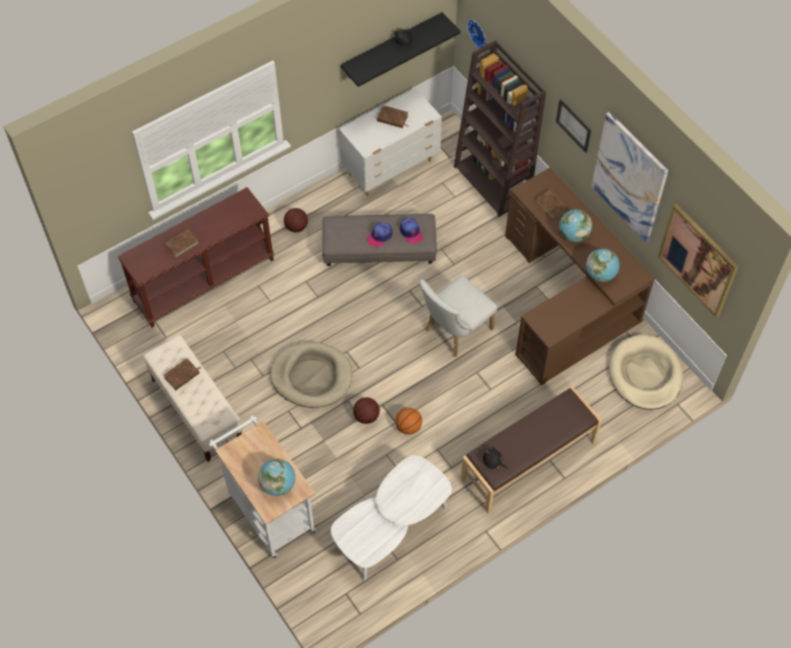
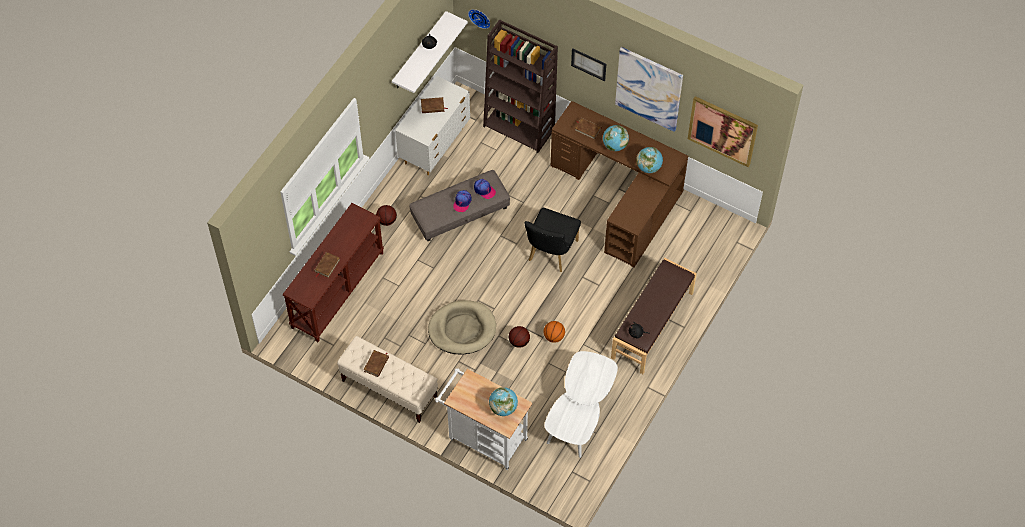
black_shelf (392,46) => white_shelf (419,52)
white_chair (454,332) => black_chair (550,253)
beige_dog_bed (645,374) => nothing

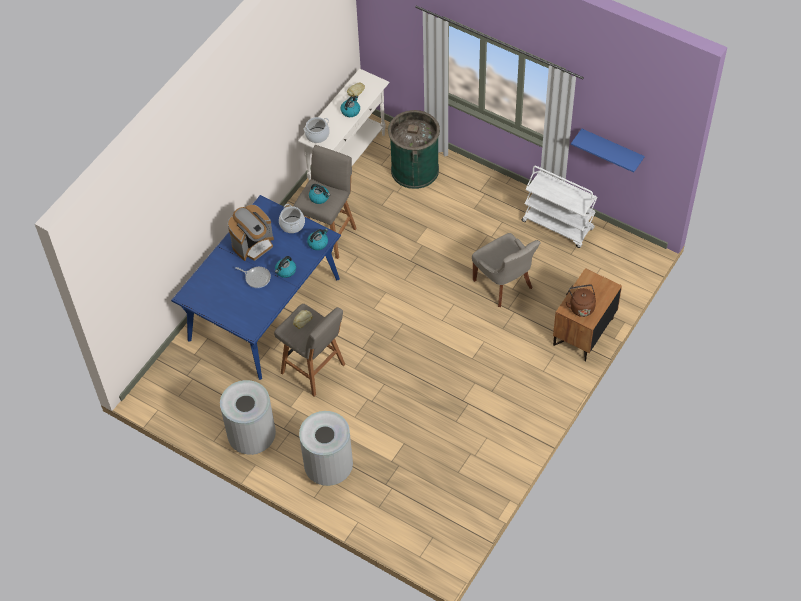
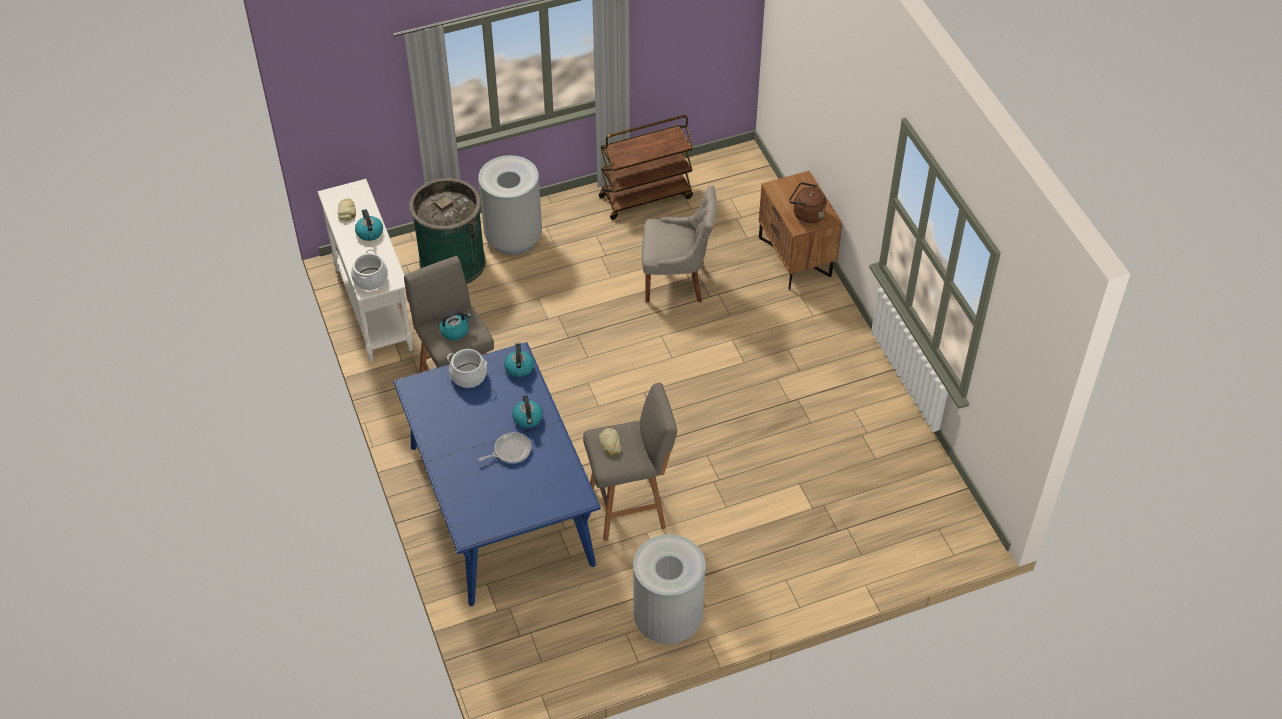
grey_trash_can (328,468) => grey_trash_can (513,238), moved
white_cart (558,225) => brown_cart (646,196)
coffee_machine (253,245) => nothing
blue_shelf (611,149) => nothing

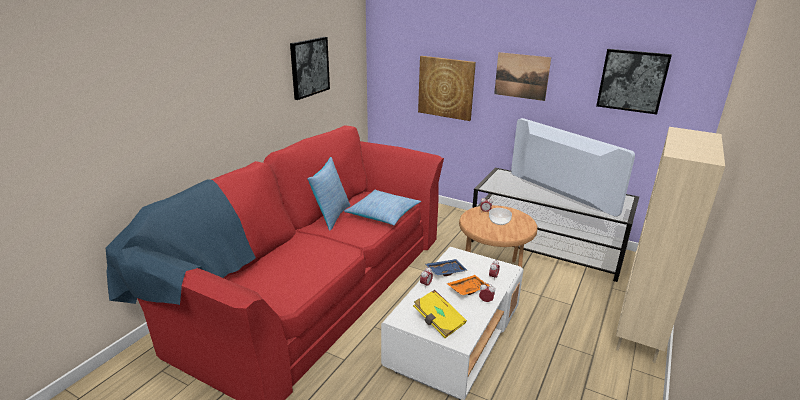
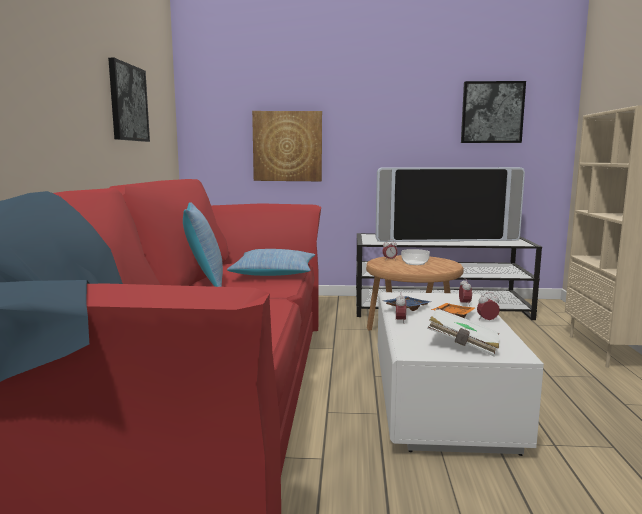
television (558,194) => television (446,240), 150 degrees clockwise
yellow_book (438,321) => white_book (463,345)
picture (521,76) => nothing

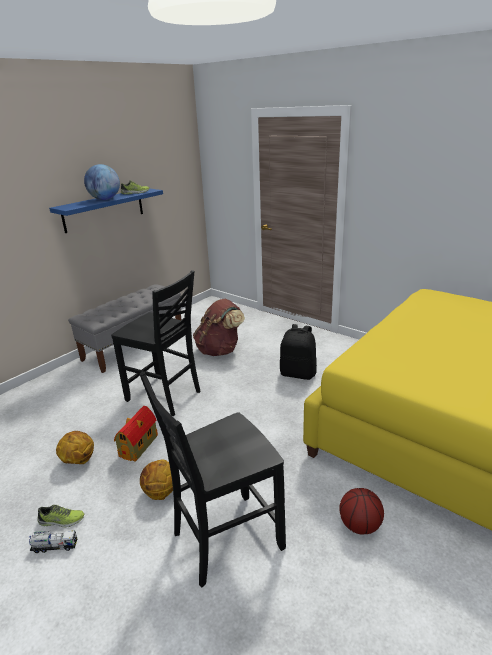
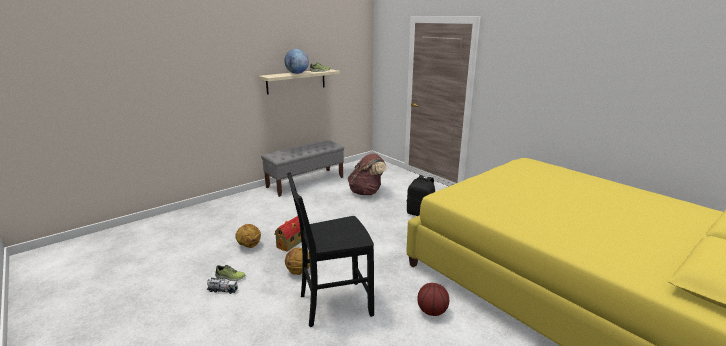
blue_shelf (104,210) => beige_shelf (296,81)
black_chair (165,396) => nothing

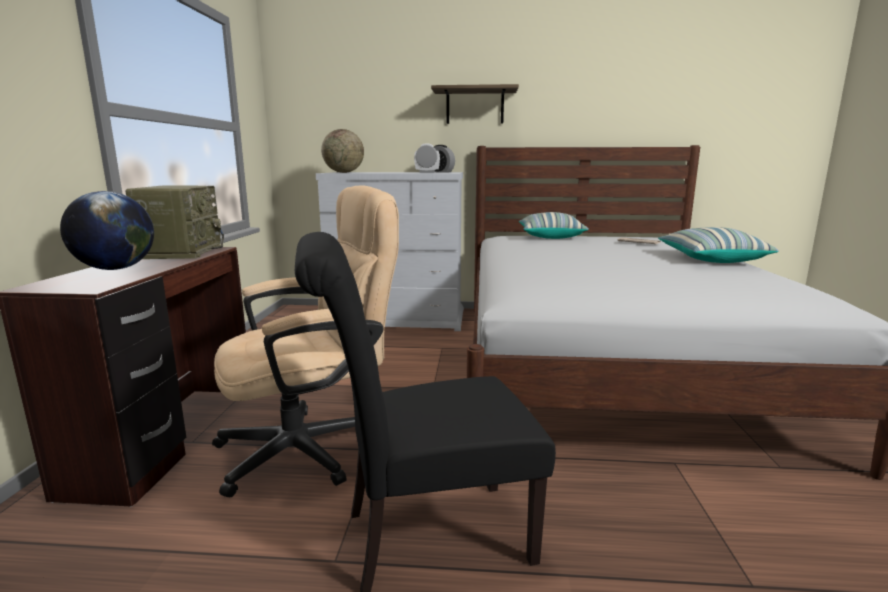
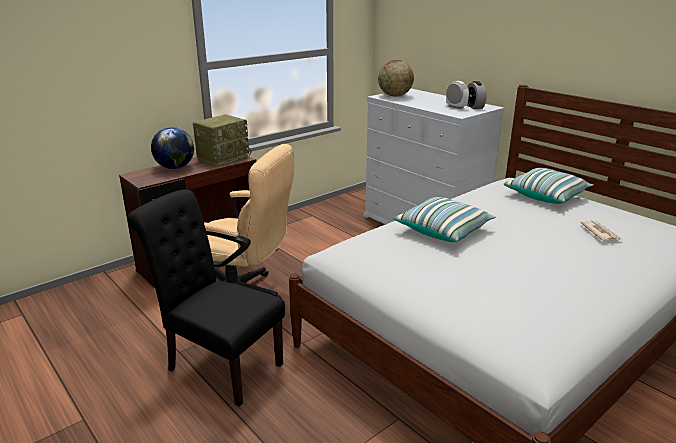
pillow (711,259) => pillow (443,230), moved
shelf (475,107) => nothing

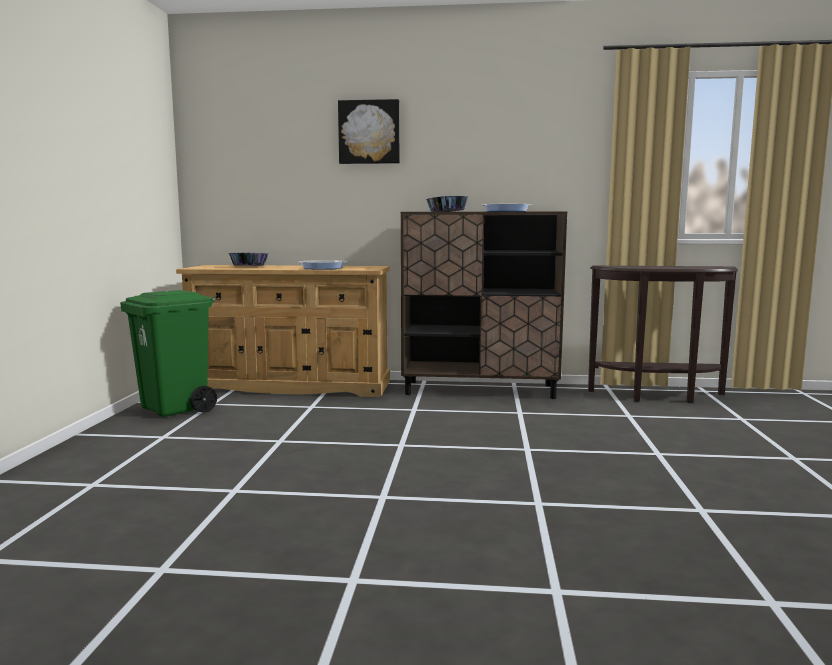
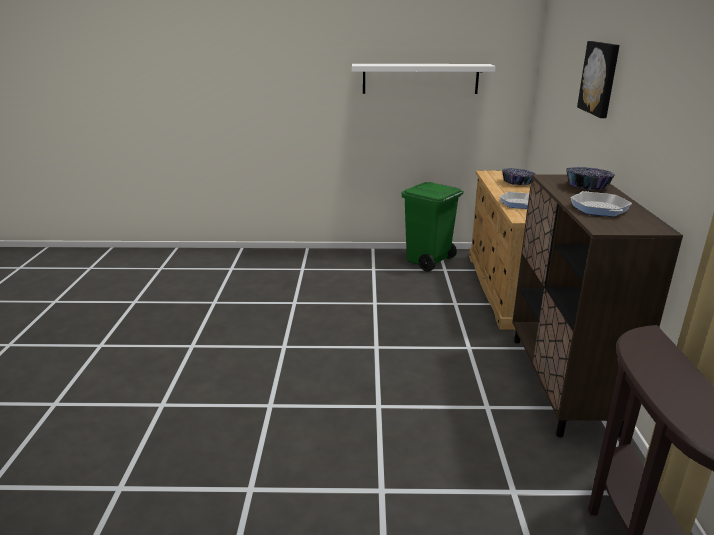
nothing => white_shelf (420,78)

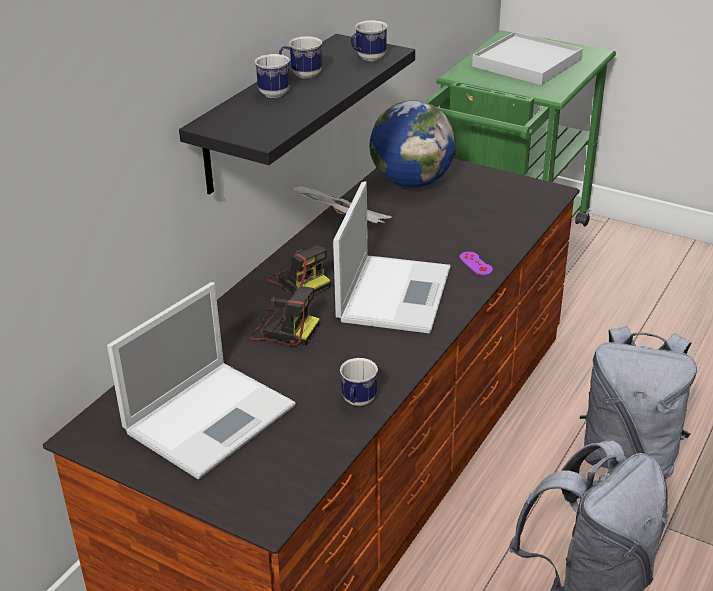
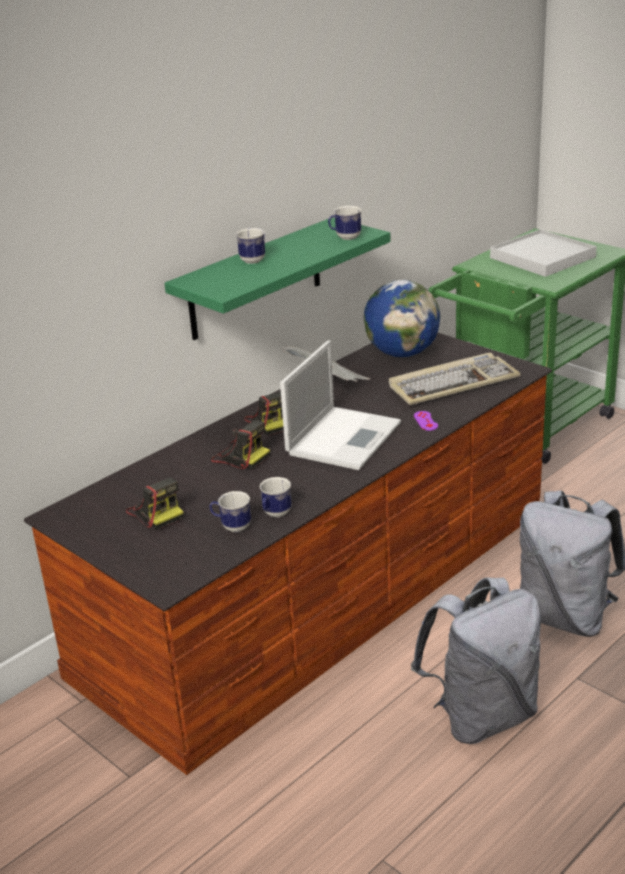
laptop (212,417) => photo_camera (156,513)
black_shelf (266,114) => green_shelf (255,279)
mug (301,75) => mug (232,527), moved
nothing => keyboard (453,383)

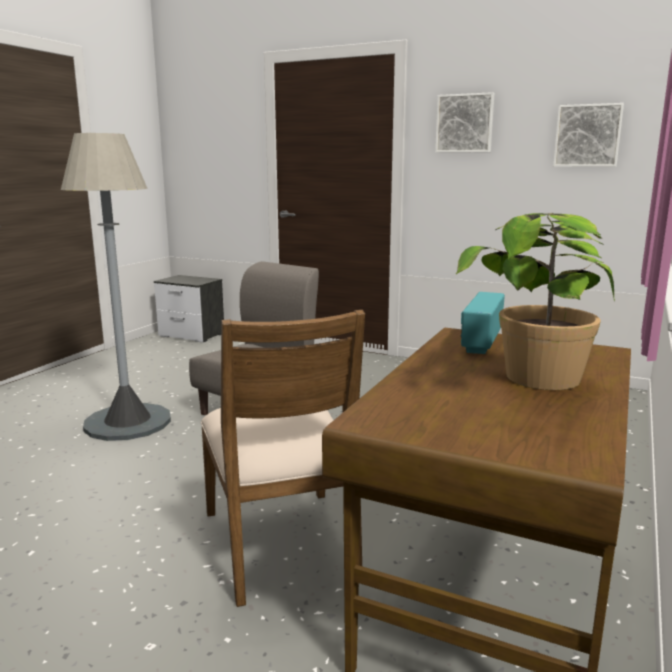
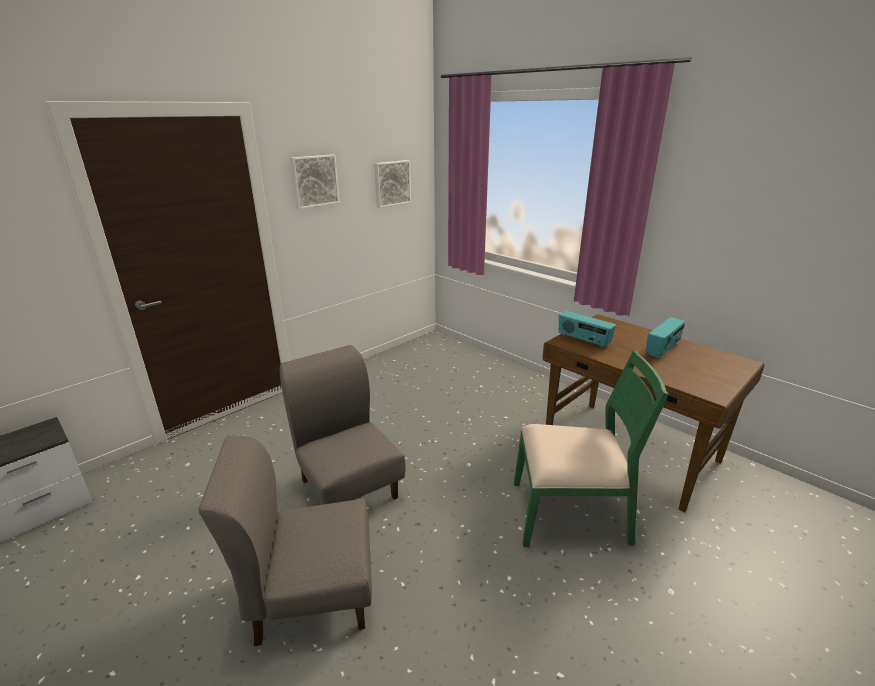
grey_floor_lamp (127,422) => grey_chair (311,593)
brown_chair (282,543) => green_chair (570,513)
potted_plant (532,389) => radio (663,349)

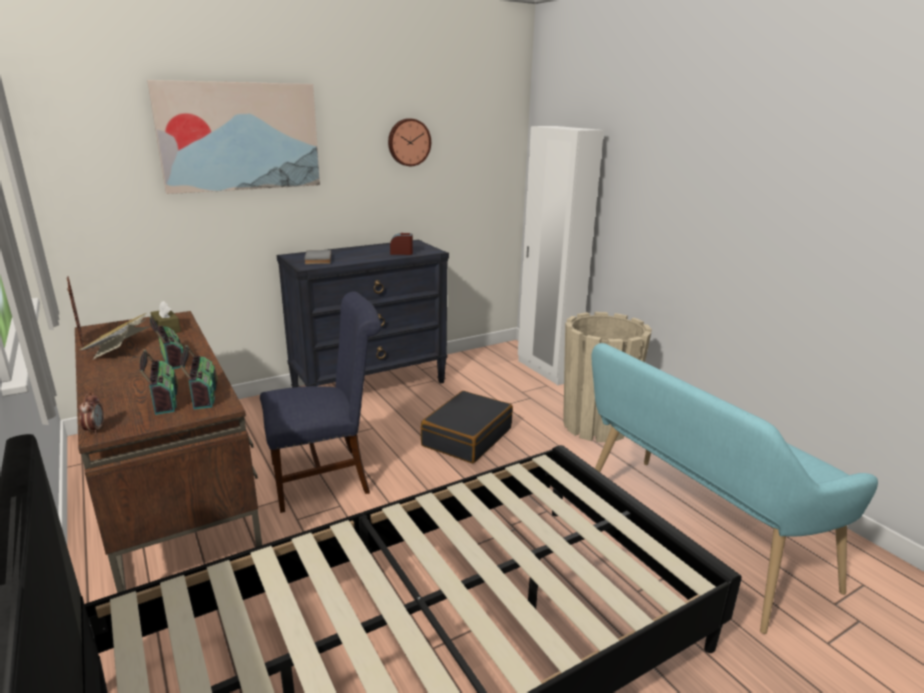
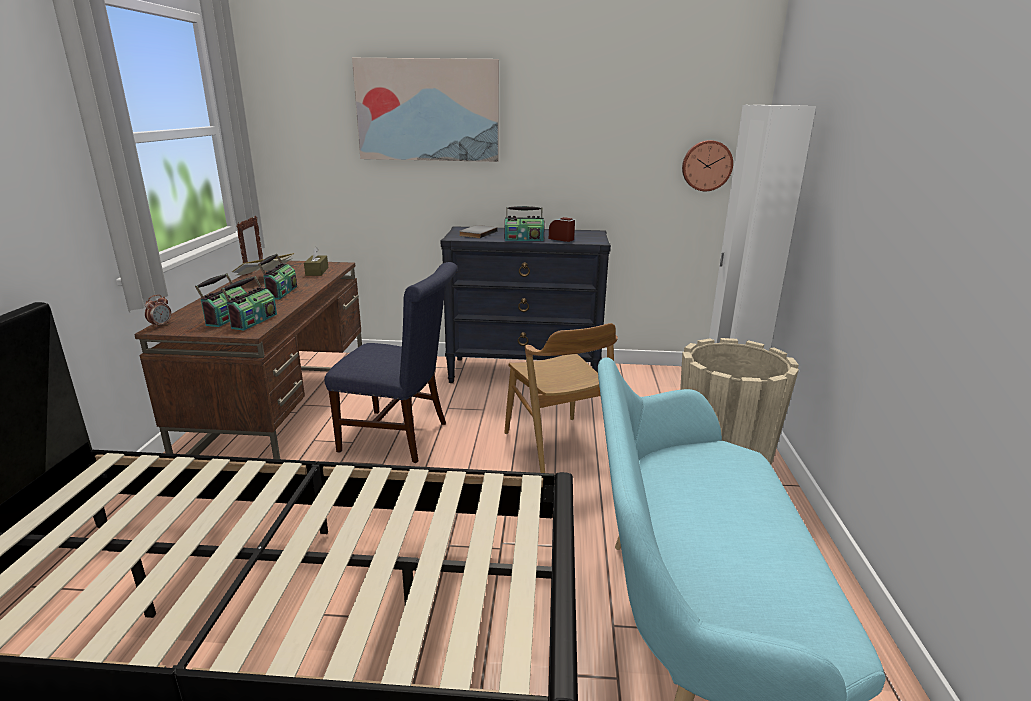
nothing => radio (524,239)
black_suitcase (466,437) => brown_chair (558,446)
wall_clock (408,142) => wall_clock (706,165), moved

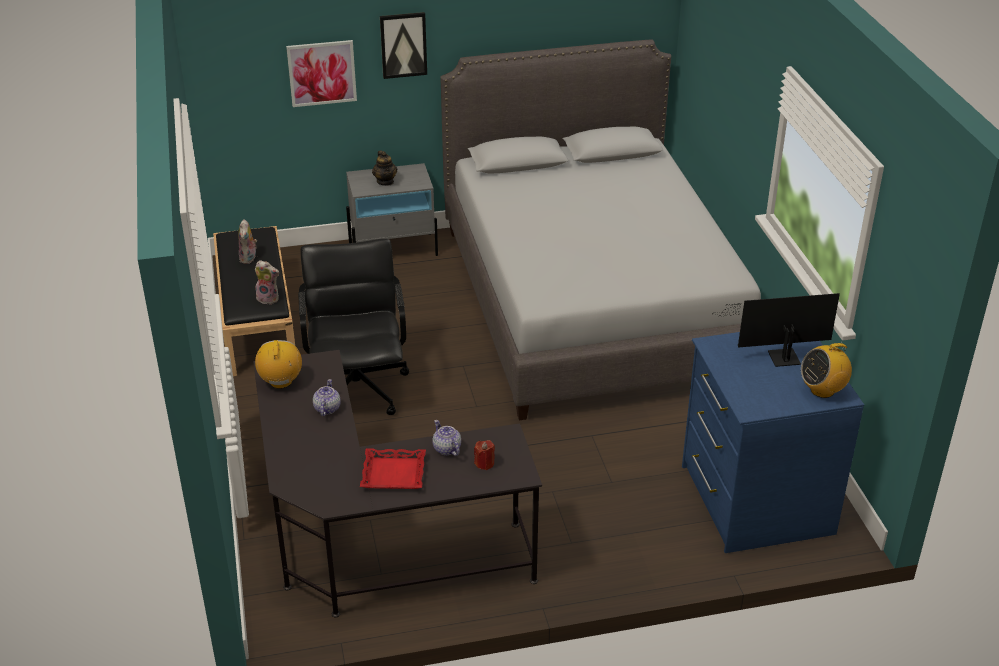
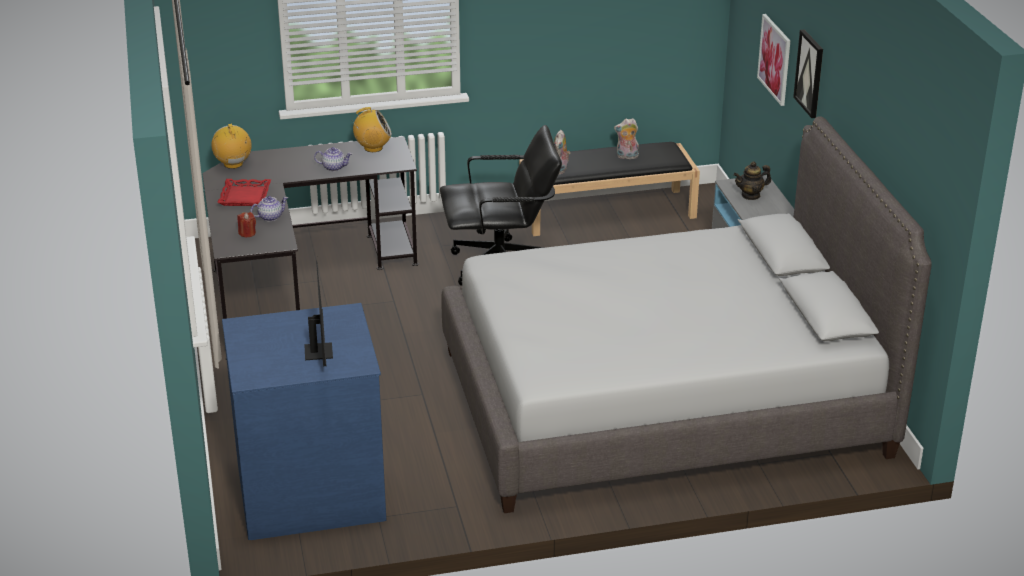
radio (822,390) => radio (233,164), moved

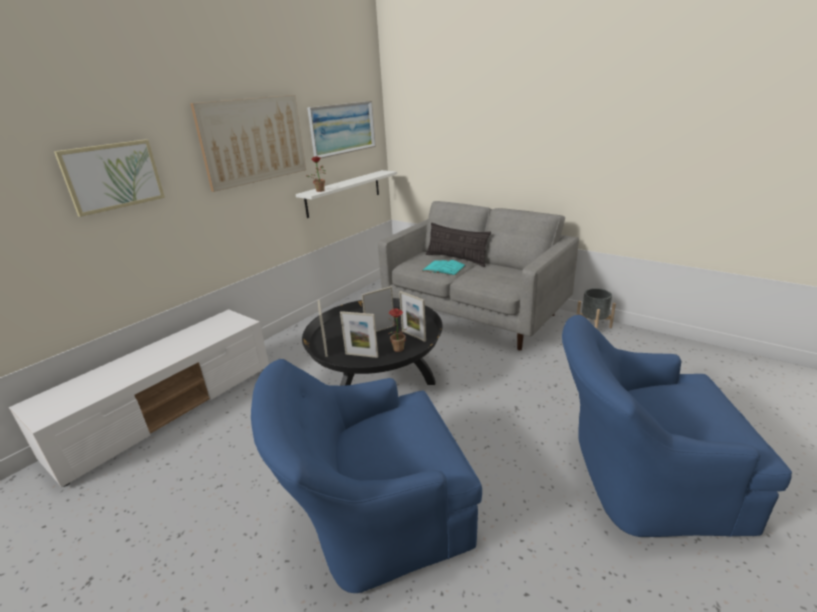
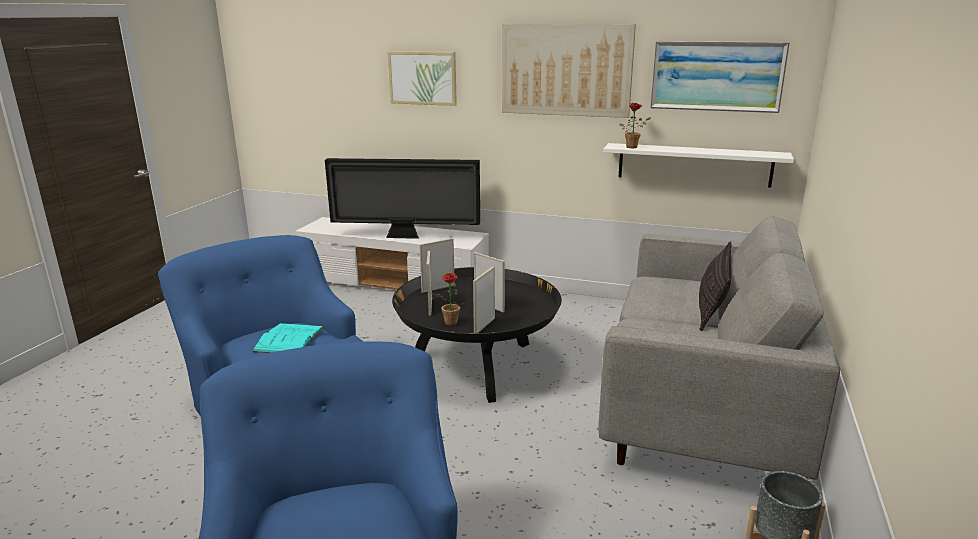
turquoise_book (443,268) => turquoise_book (289,339), moved
nothing => television (405,236)

